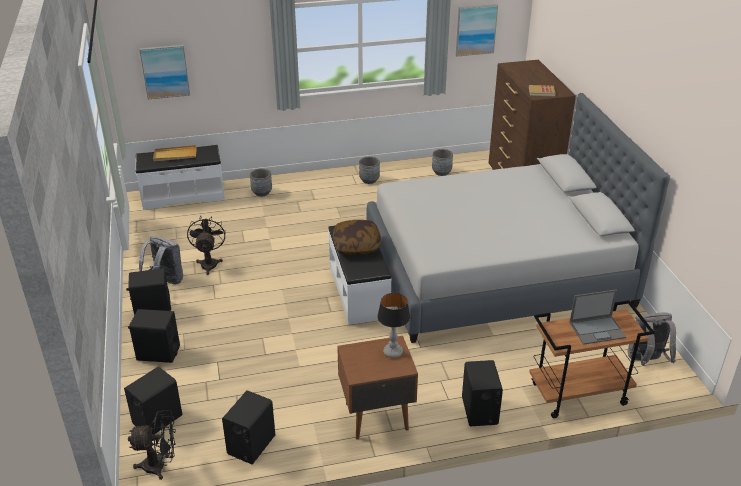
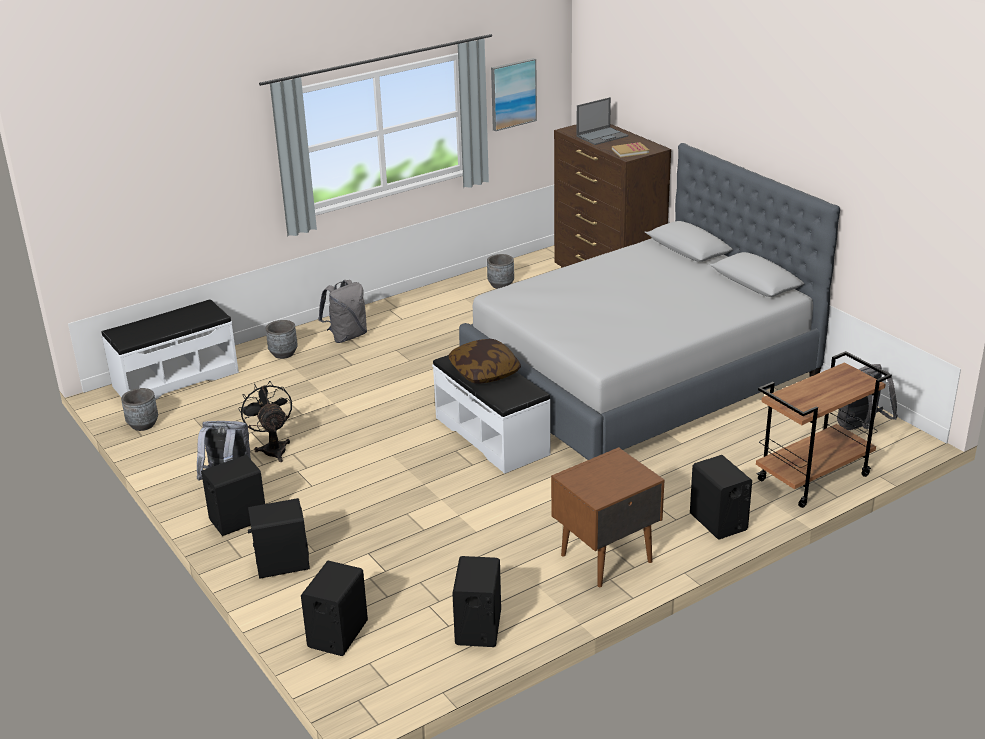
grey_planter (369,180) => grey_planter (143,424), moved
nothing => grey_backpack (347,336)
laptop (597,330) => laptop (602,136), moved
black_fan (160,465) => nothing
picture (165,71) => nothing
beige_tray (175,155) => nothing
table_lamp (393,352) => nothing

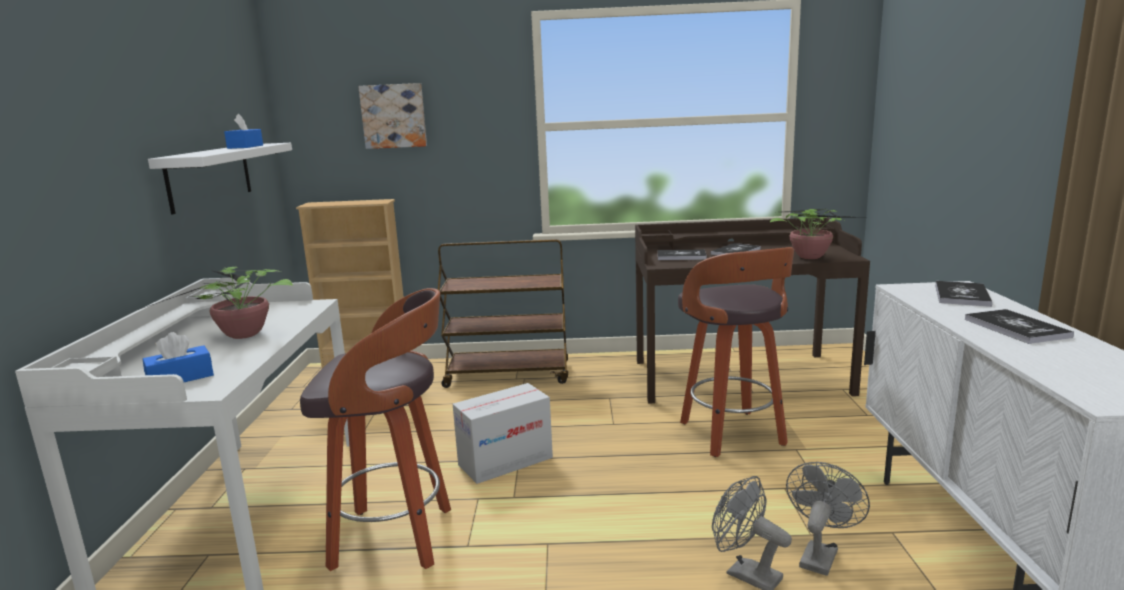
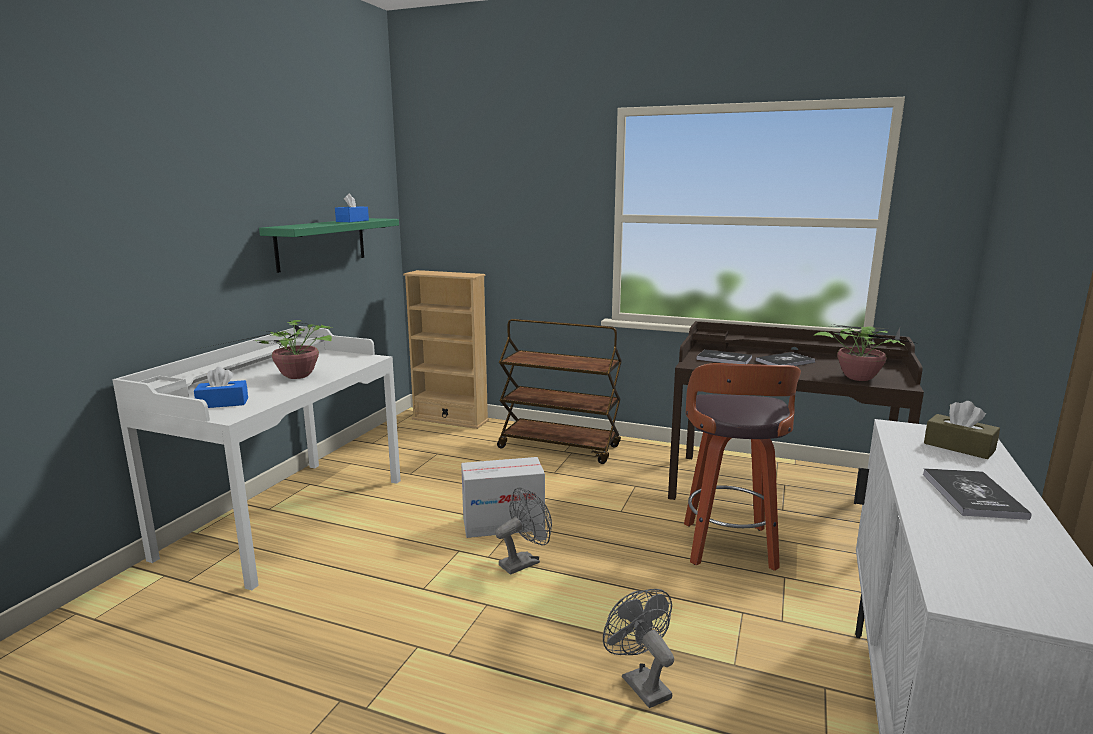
white_shelf (210,176) => green_shelf (321,243)
grey_fan (819,554) => grey_fan (524,562), moved
book (962,295) => brown_tissue_box (959,447)
stool (396,538) => nothing
picture (394,116) => nothing

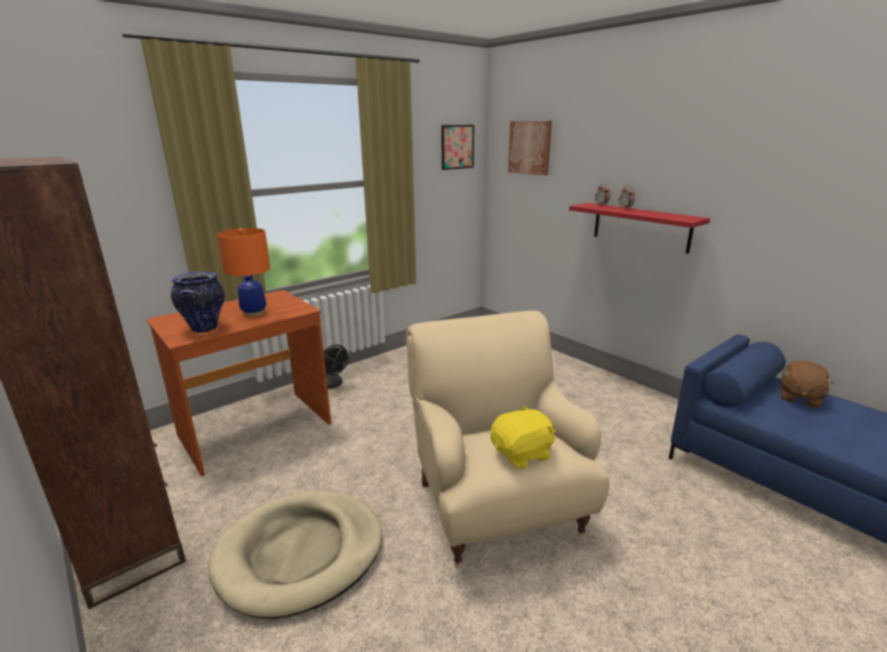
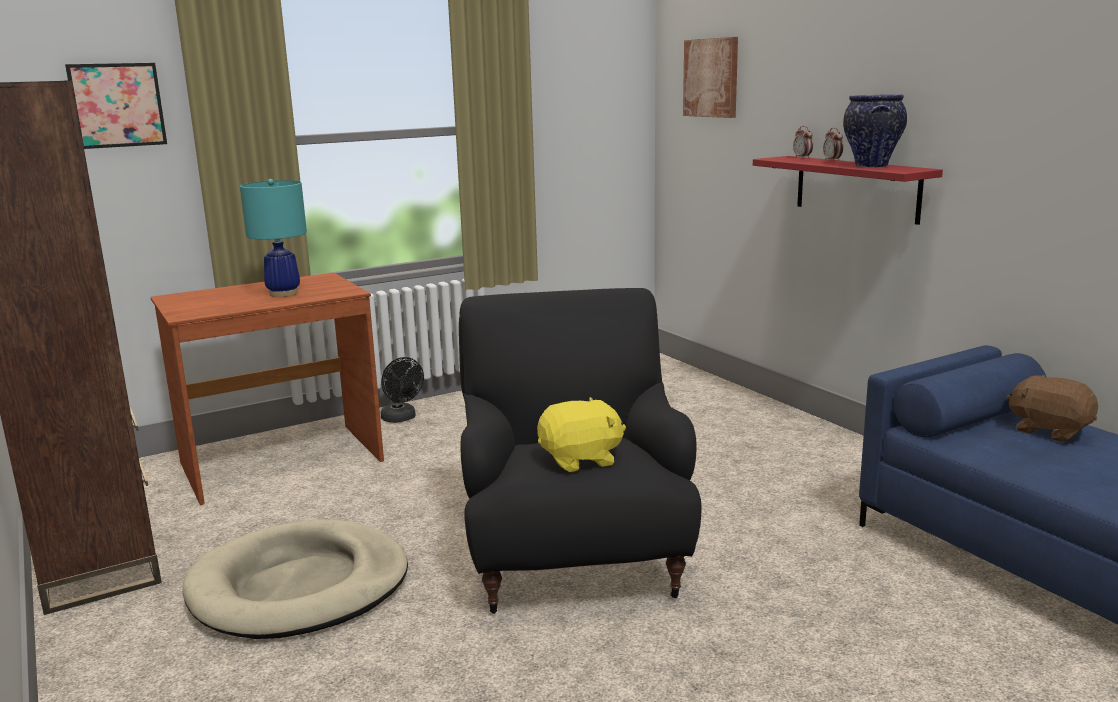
picture (457,147) => picture (117,105), moved
orange_table_lamp (254,313) => turquoise_table_lamp (283,294)
beige_armchair (496,507) => black_armchair (574,560)
vase (204,328) => vase (871,166), moved
brown_plush_toy (799,397) => brown_plush_toy (1049,431), 90 degrees clockwise

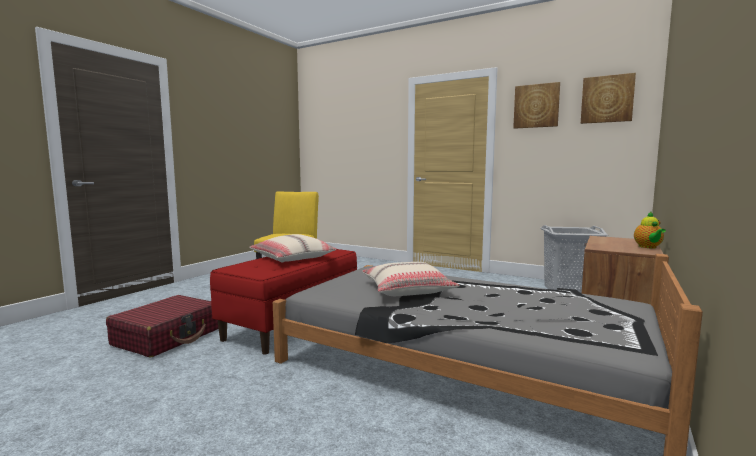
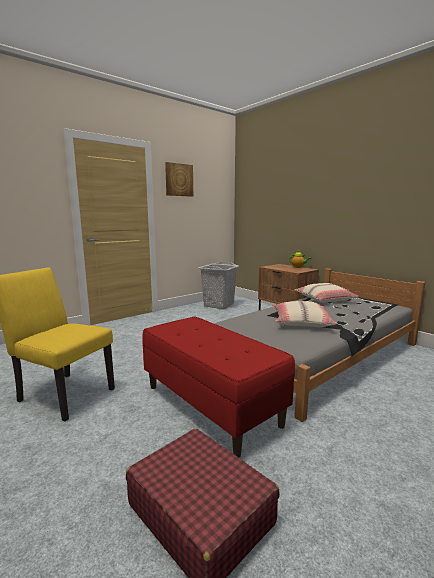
beige_pillow (292,258) => beige_pillow (324,299), moved
picture (607,99) => nothing

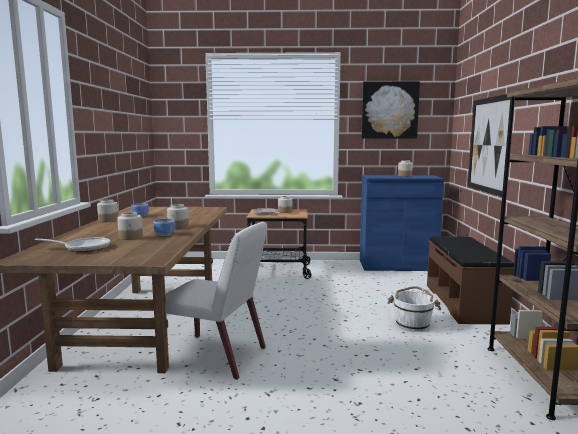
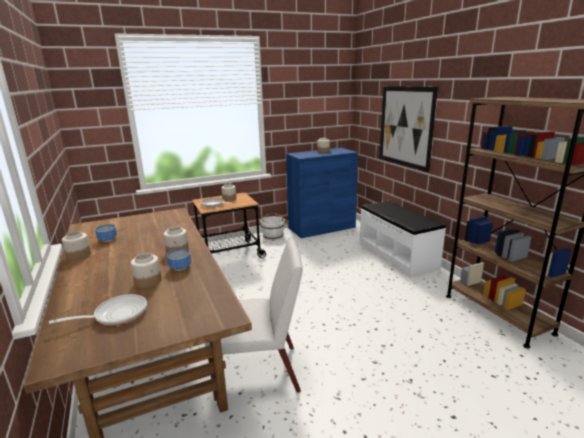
white_bucket (412,324) => white_bucket (273,236), moved
brown_bench (464,303) => white_bench (397,256)
picture (389,110) => nothing

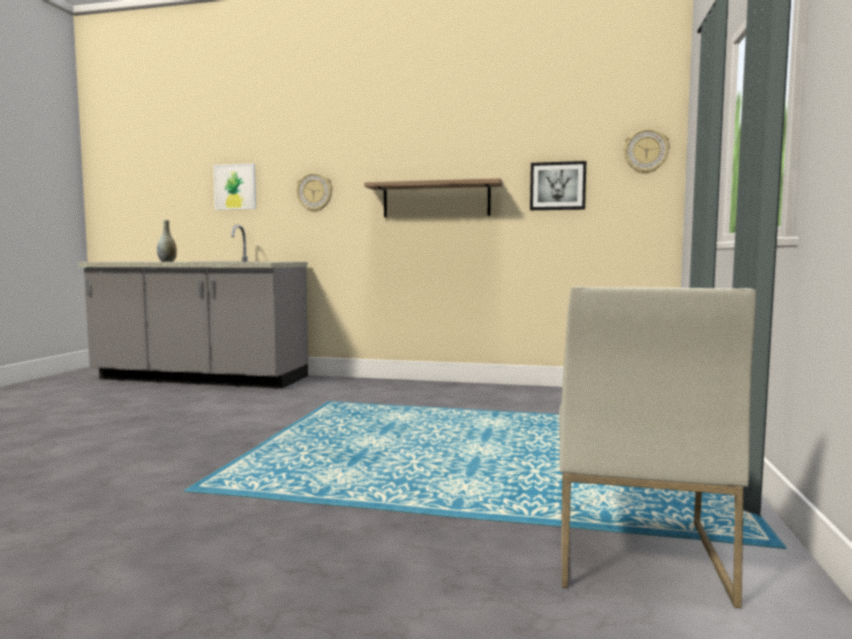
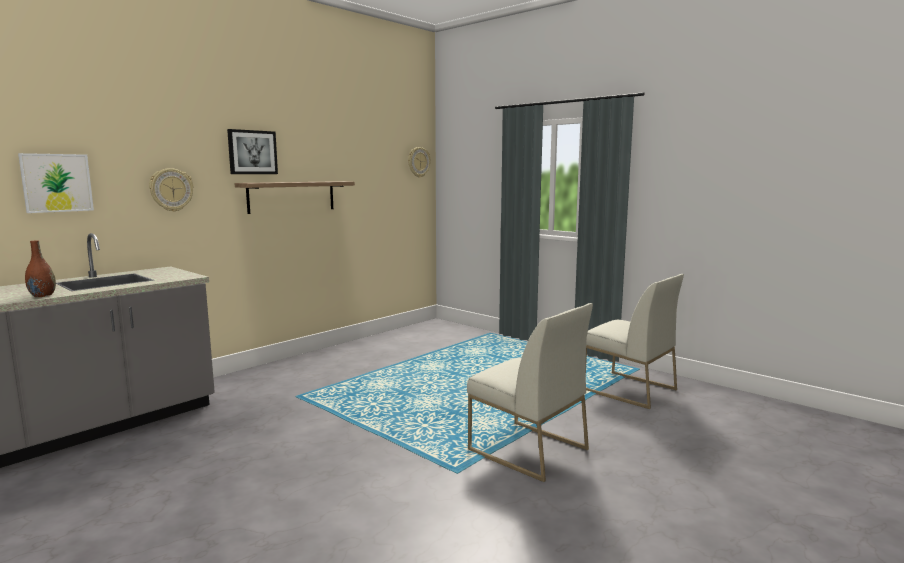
grey_vase (167,261) => brown_vase (42,296)
picture (557,186) => picture (252,152), moved
nothing => white_chair (527,450)

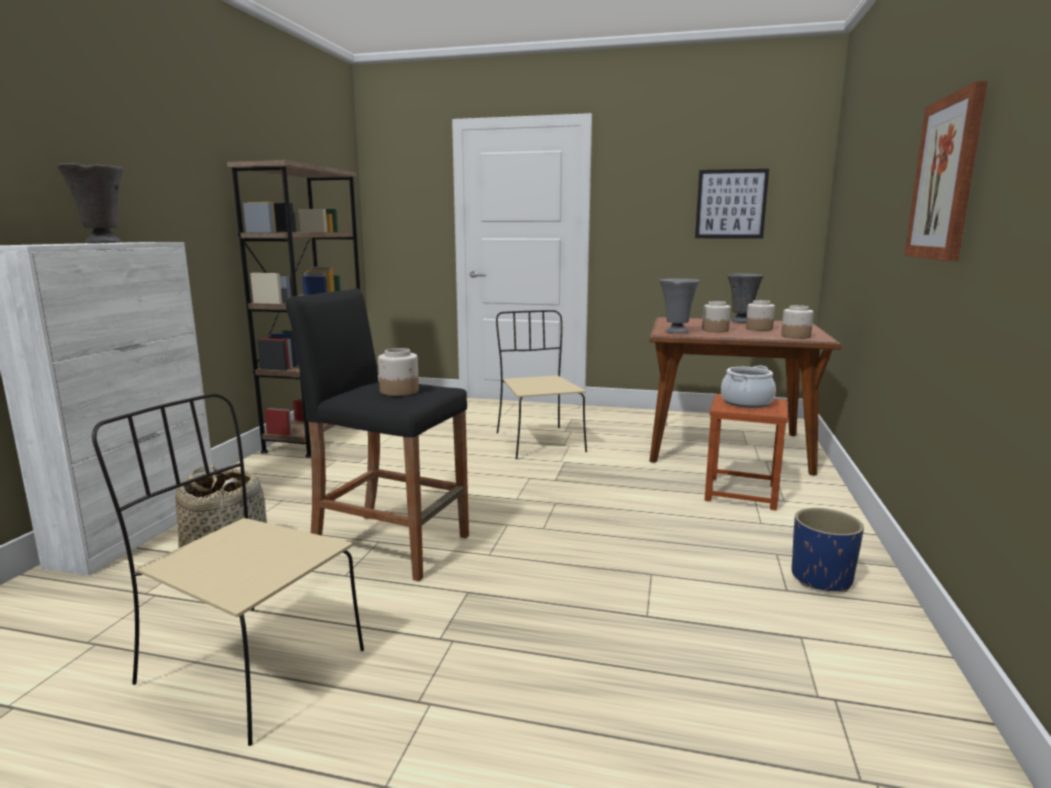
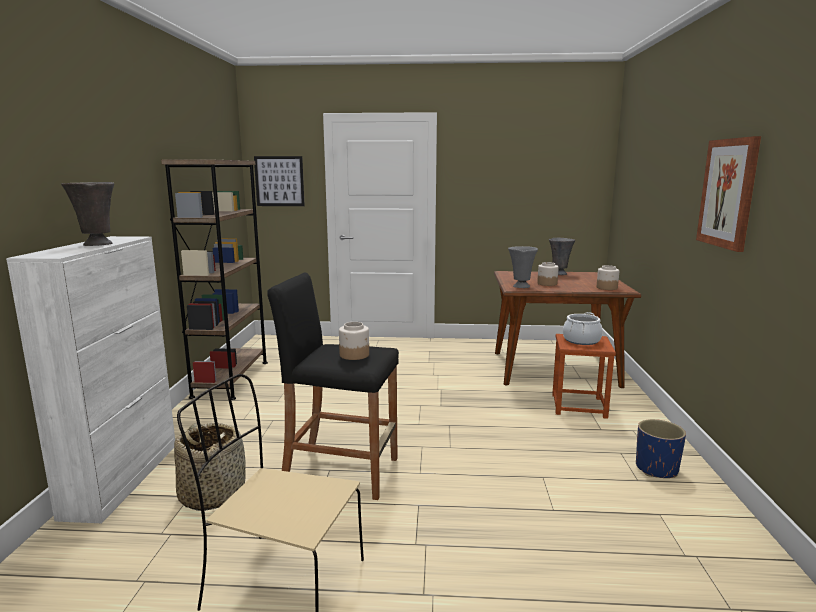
picture (731,204) => picture (279,181), moved
beige_chair (538,442) => nothing
jar (758,329) => nothing

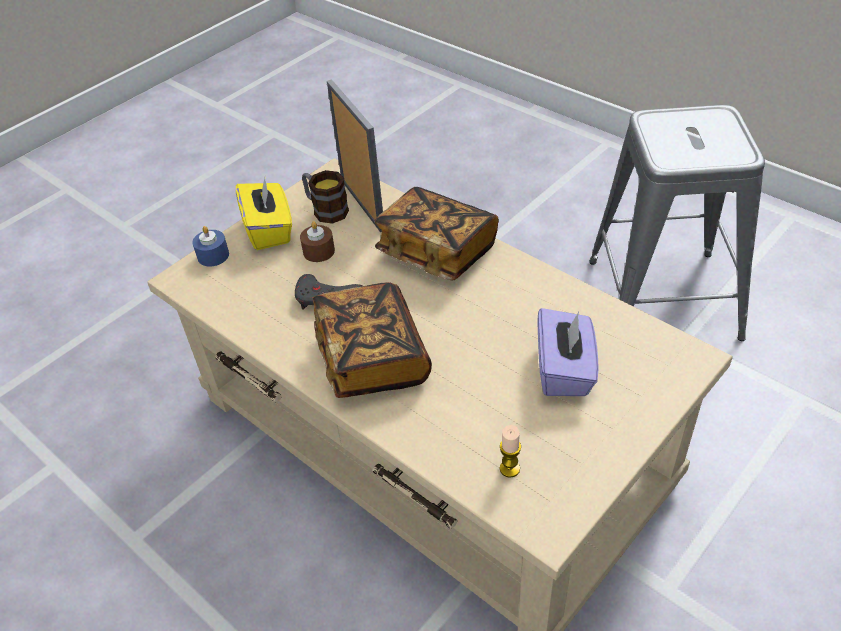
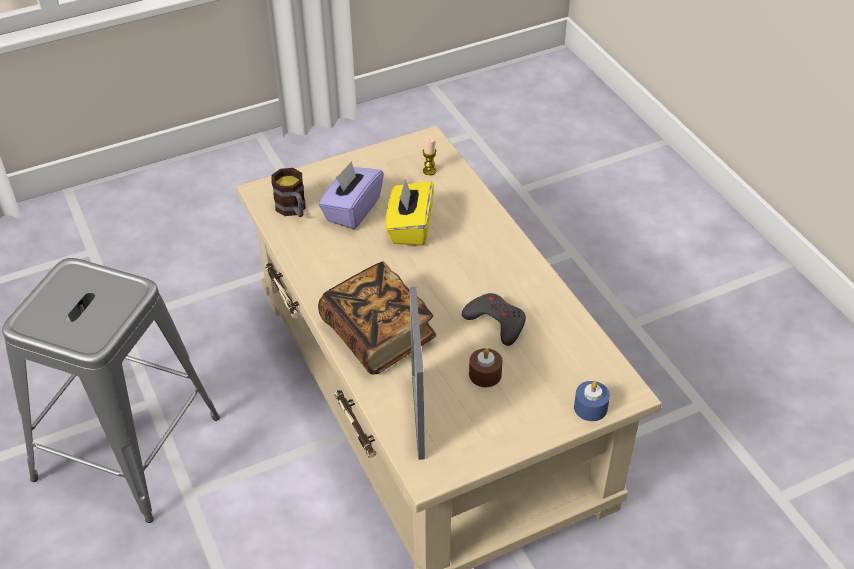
mug (325,209) => mug (293,210), moved
yellow_tissue_box (269,230) => yellow_tissue_box (410,228), moved
book (372,358) => nothing

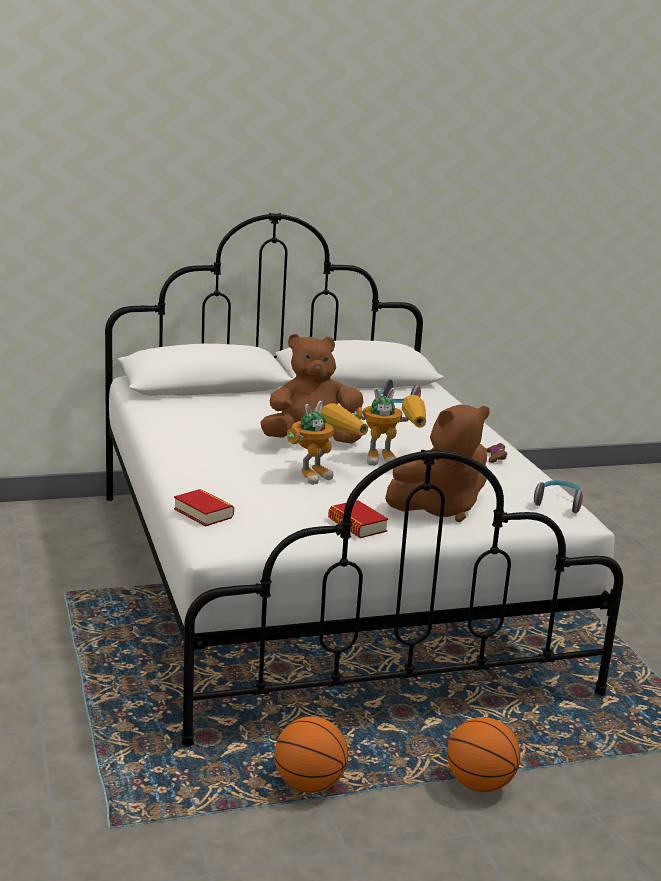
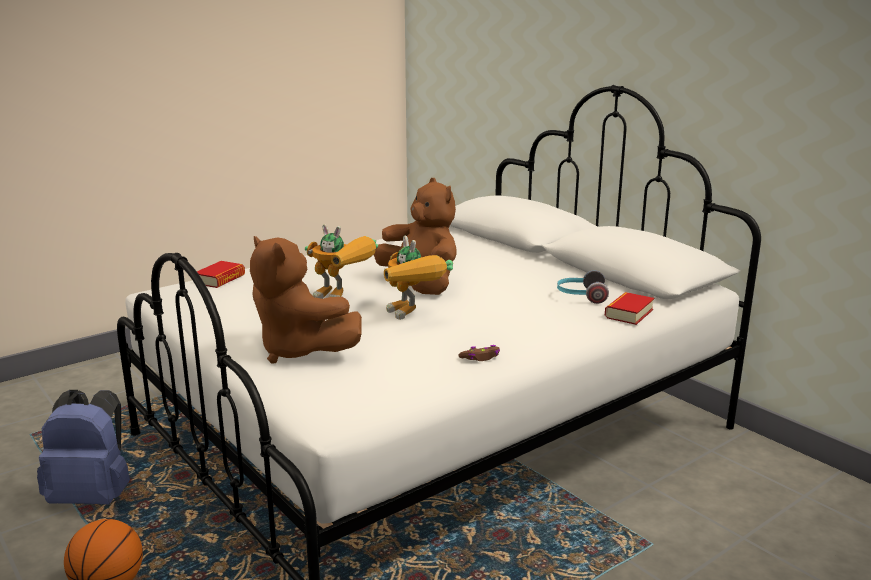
basketball (309,785) => blue_backpack (93,496)
book (357,525) => book (629,313), moved
headphones (559,503) => nothing

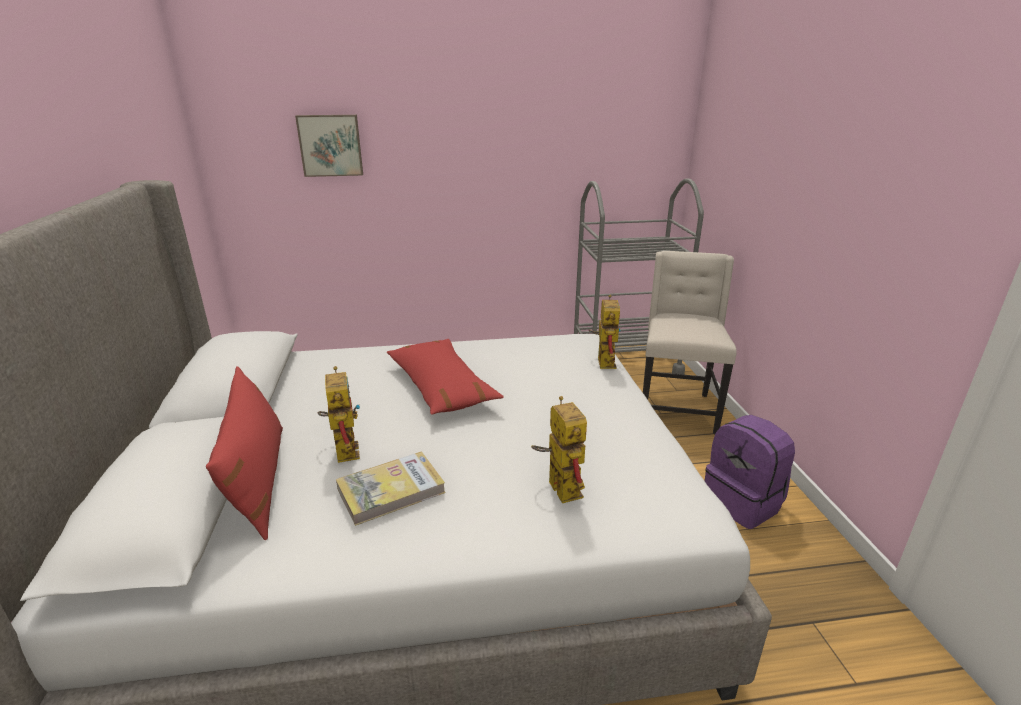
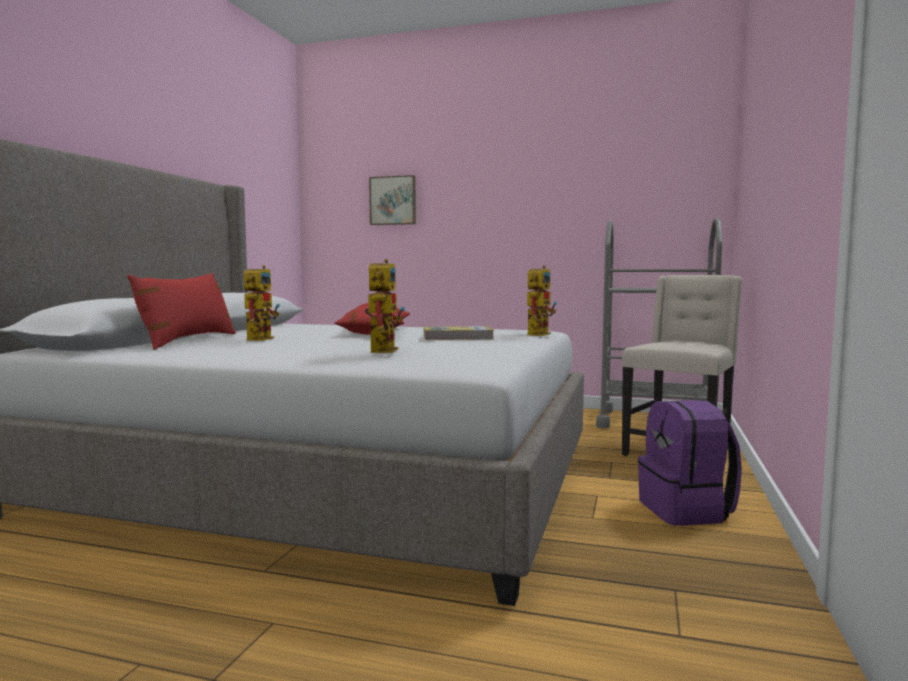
book (391,491) => book (457,337), moved

